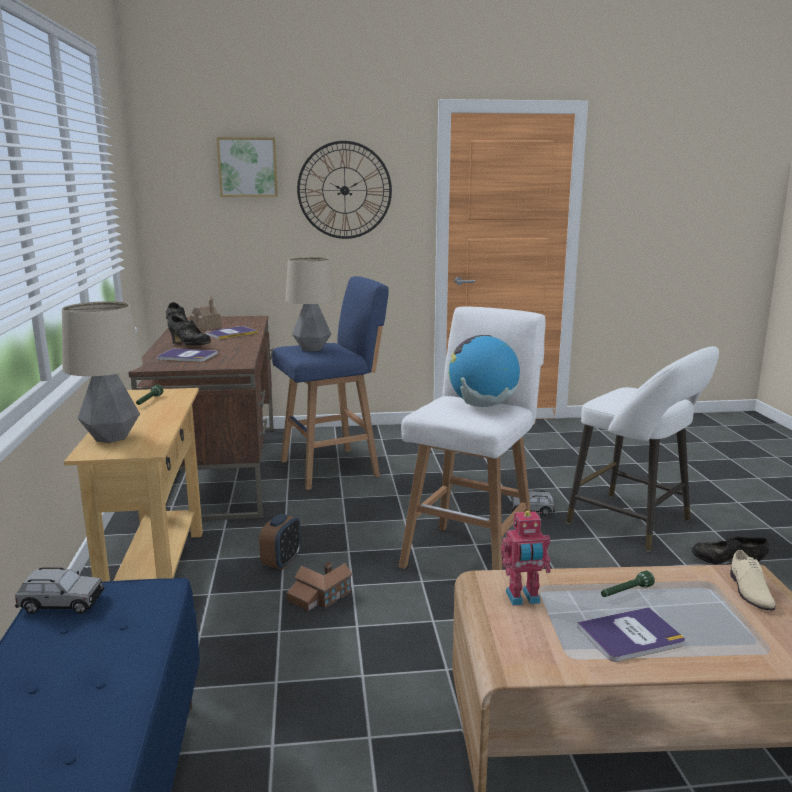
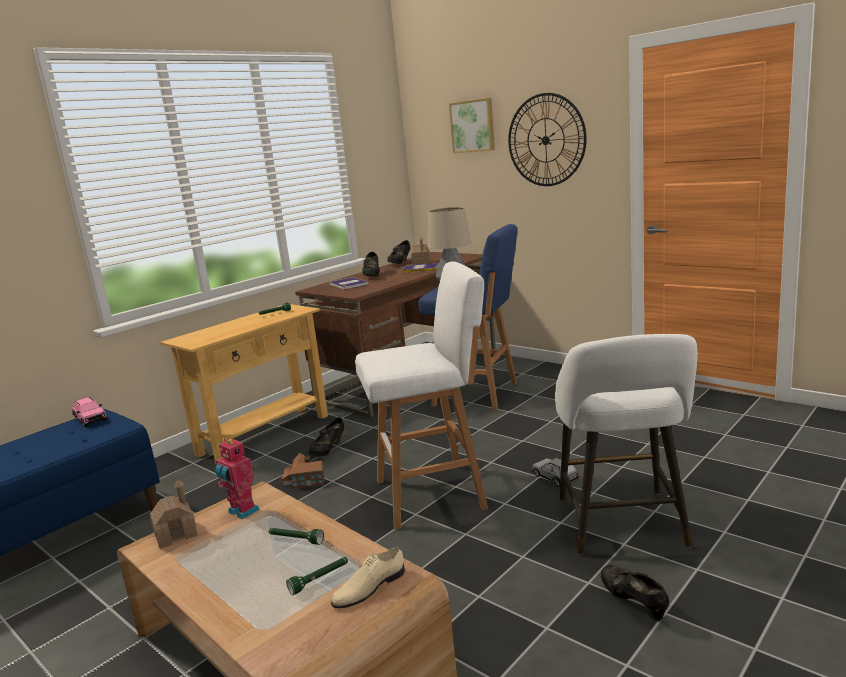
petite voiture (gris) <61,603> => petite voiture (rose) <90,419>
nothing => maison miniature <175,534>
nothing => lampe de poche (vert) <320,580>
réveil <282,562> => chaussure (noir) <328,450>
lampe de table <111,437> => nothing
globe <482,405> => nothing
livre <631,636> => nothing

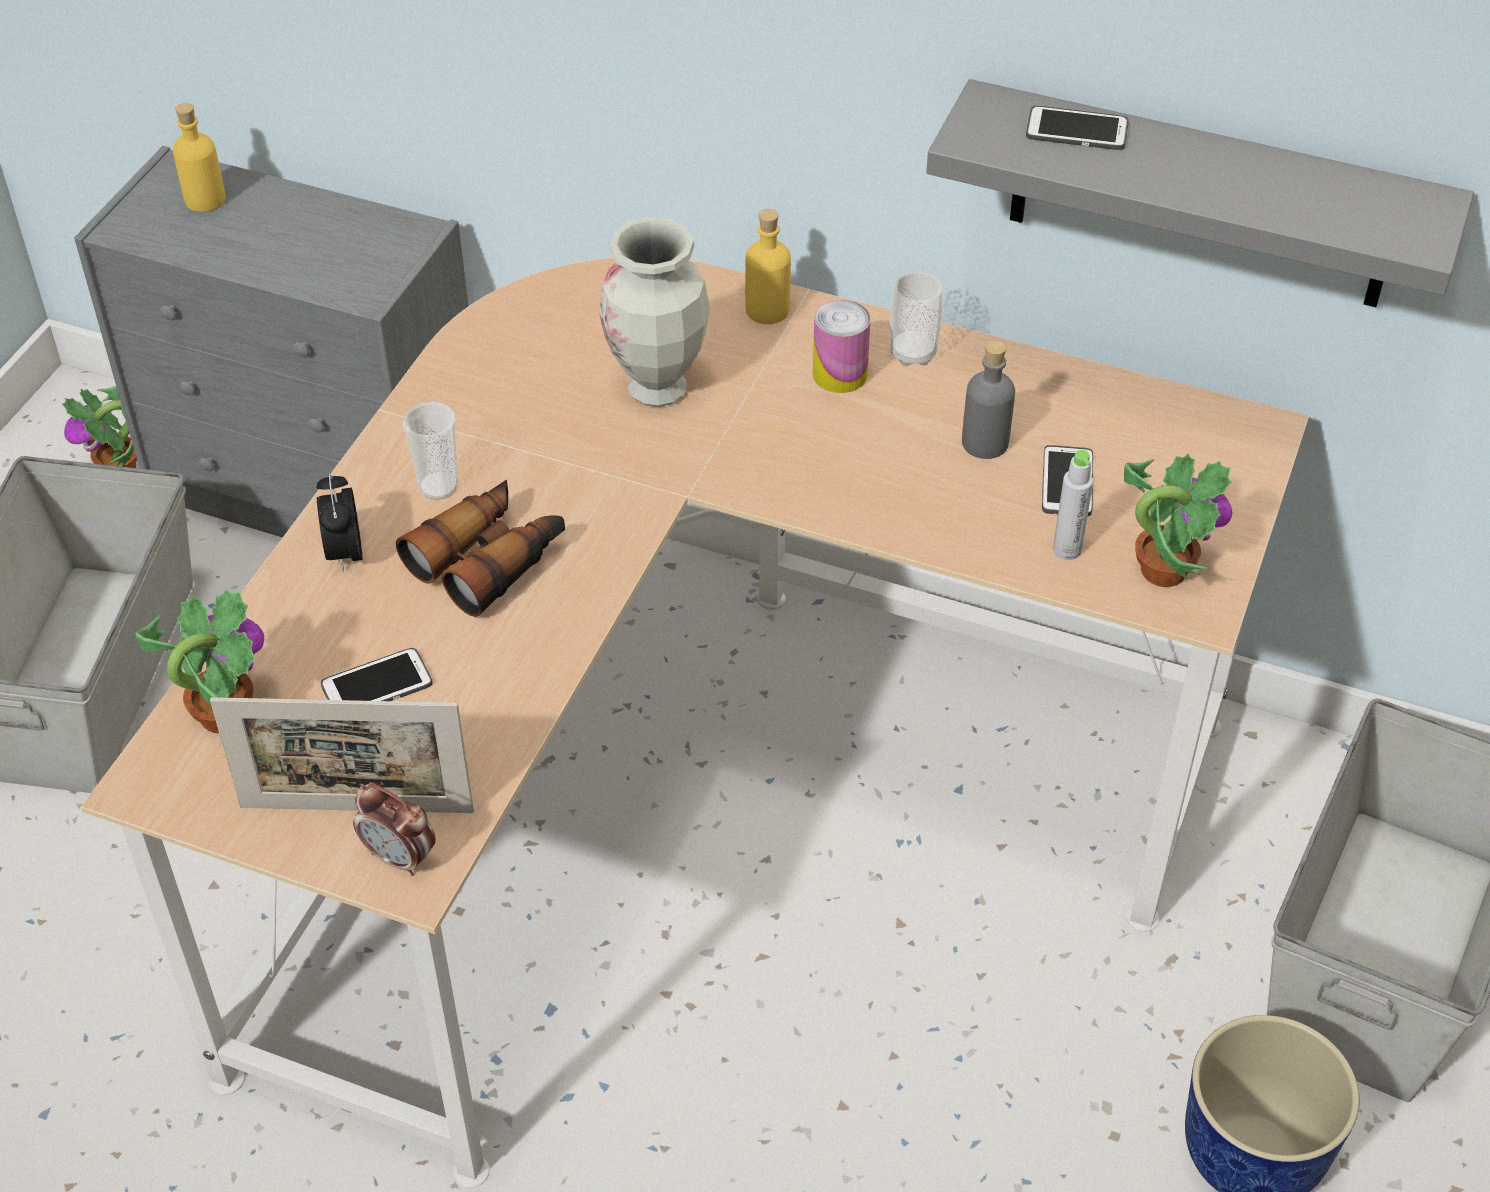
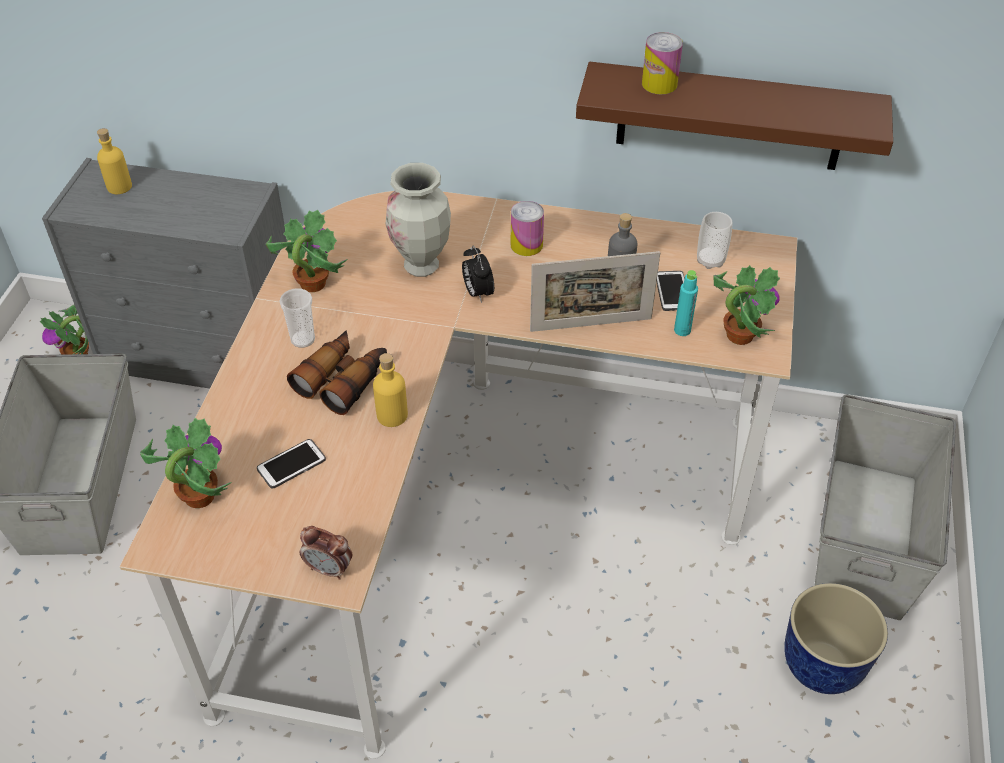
nothing => plante en pot <312,283>
bouteille (jaune) <767,310> => bouteille (jaune) <392,415>, relocated
réveil <344,553> => réveil <477,293>, relocated
cadre photo <357,809> => cadre photo <591,325>, relocated
étagère (gris) <1202,197> => étagère (marron) <730,117>
téléphone <1076,130> => boîte métallique <659,84>
bouteille (gris) <1067,549> => bouteille (turquoise) <682,330>
tasse <913,353> => tasse <710,260>, relocated

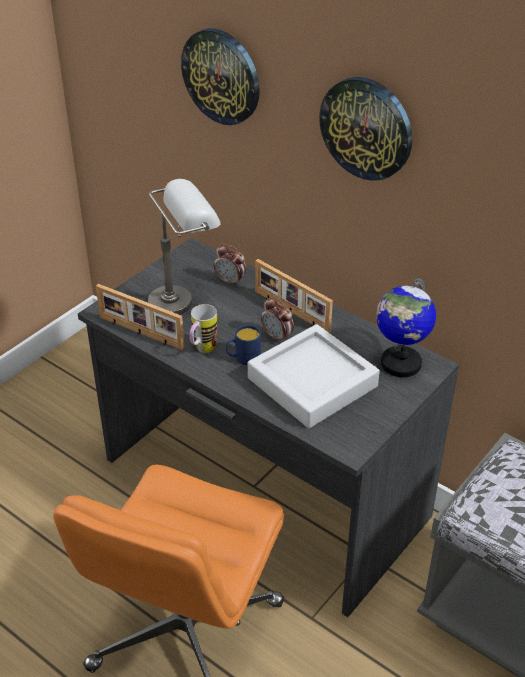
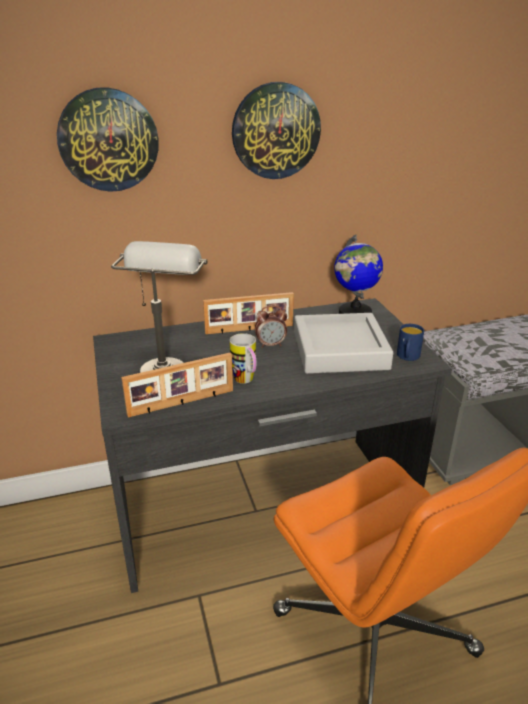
mug (bleu) <243,358> => mug (bleu) <407,357>, relocated
réveil <230,281> => nothing

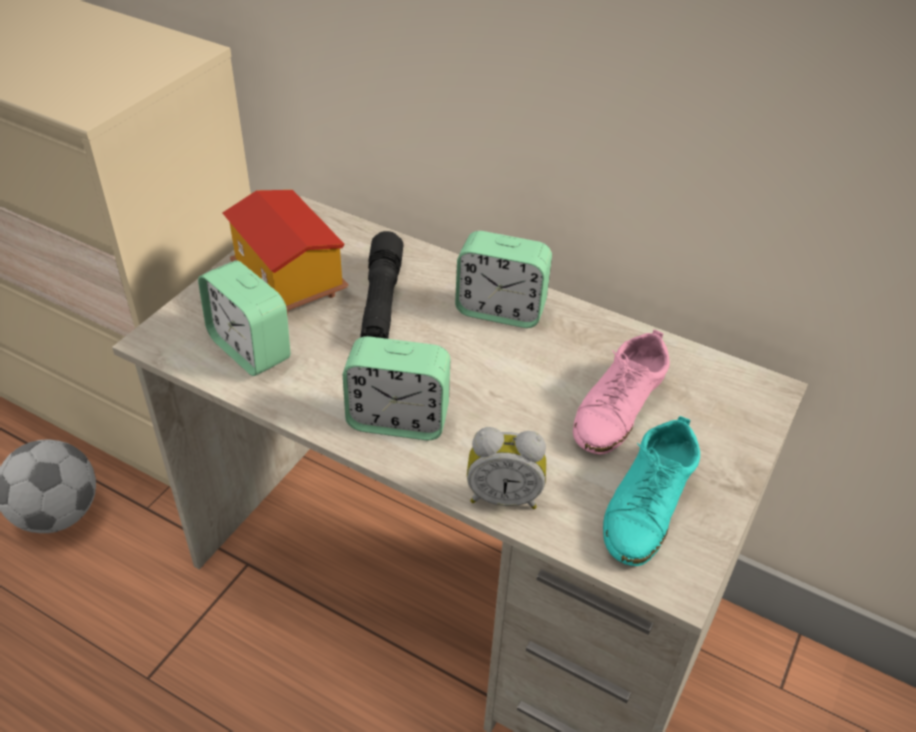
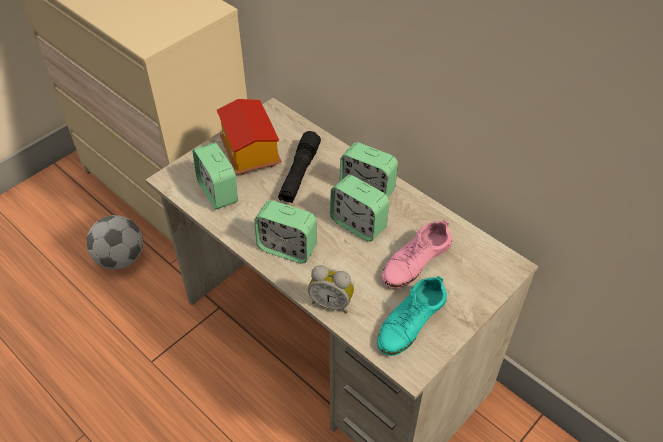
nothing => réveil <358,224>

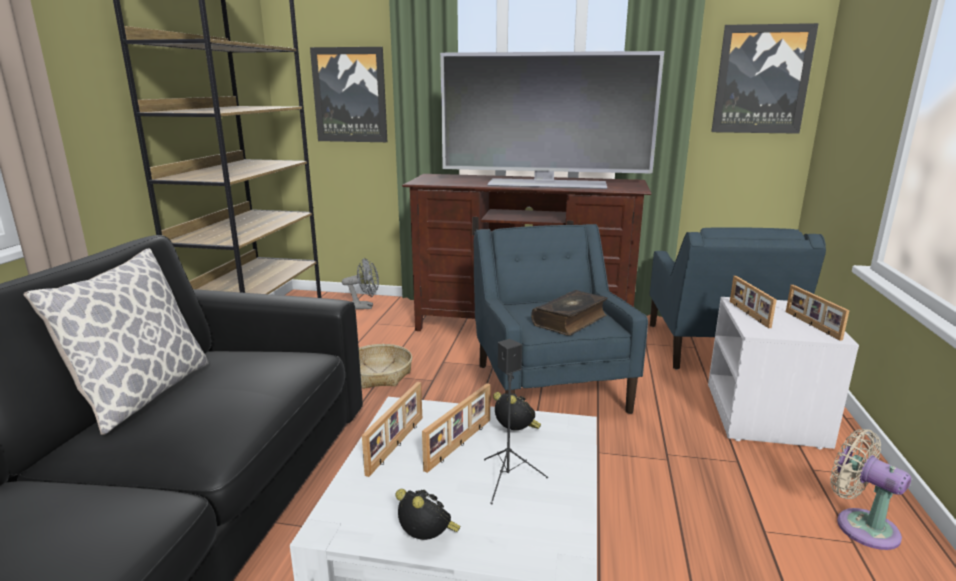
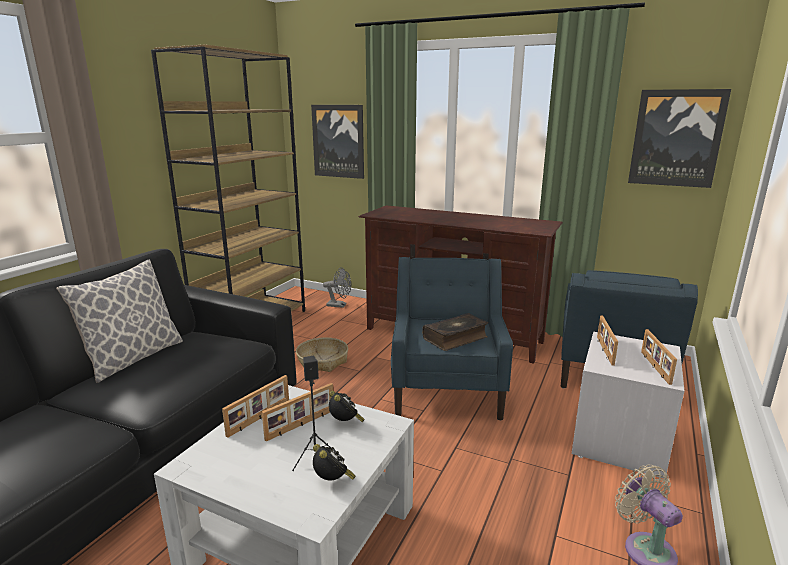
réveil <428,540> => réveil <333,481>, relocated
téléviseur <547,184> => nothing

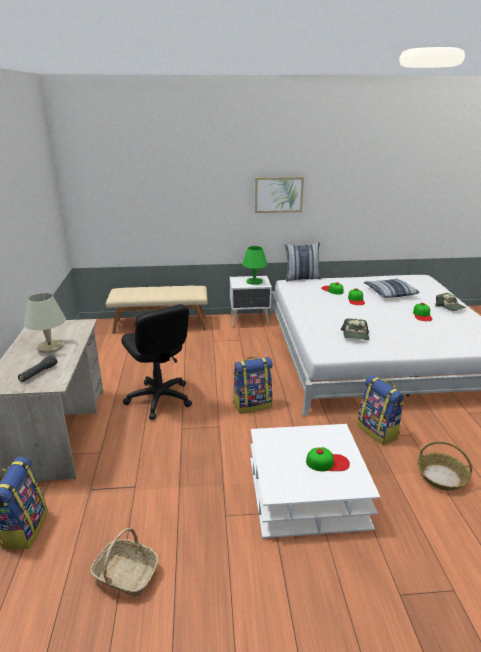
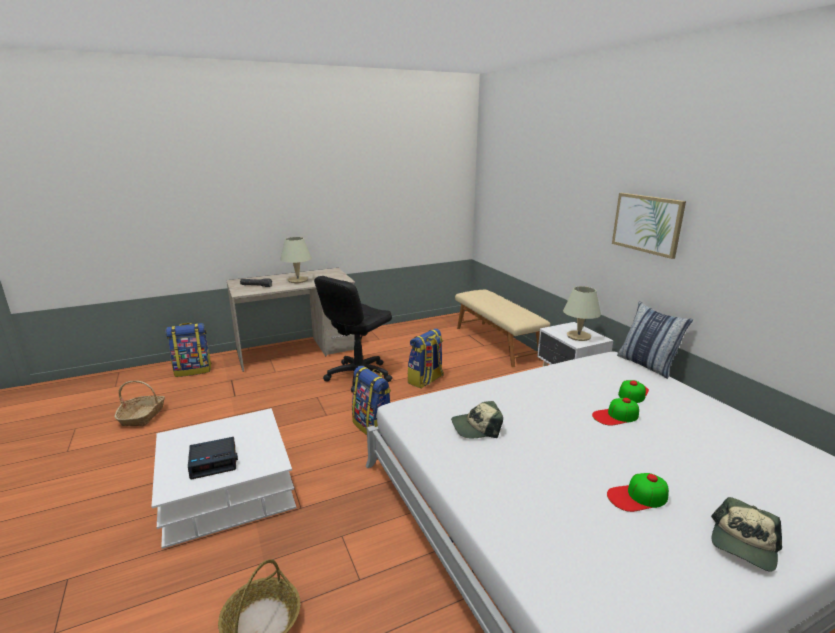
casquette <327,462> => réveil <214,462>
sac à dos <378,431> => sac à dos <426,380>, relocated
lampe de table (vert) <254,281> => lampe de table (beige) <578,336>
coussin <390,293> => nothing

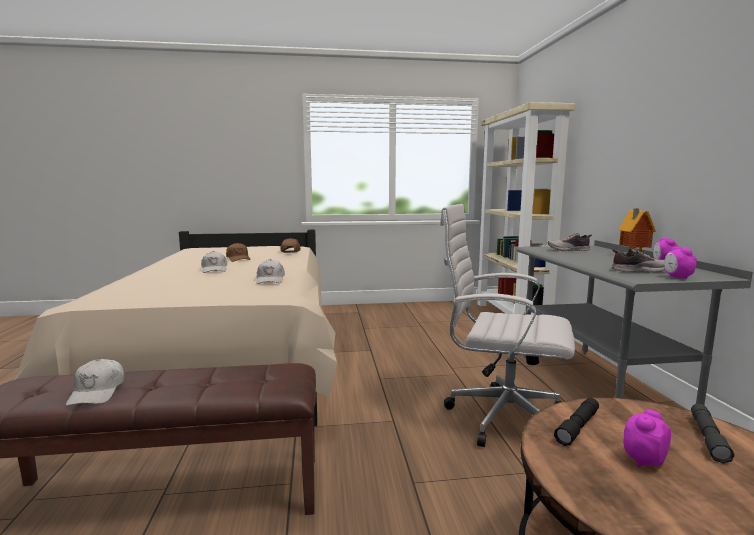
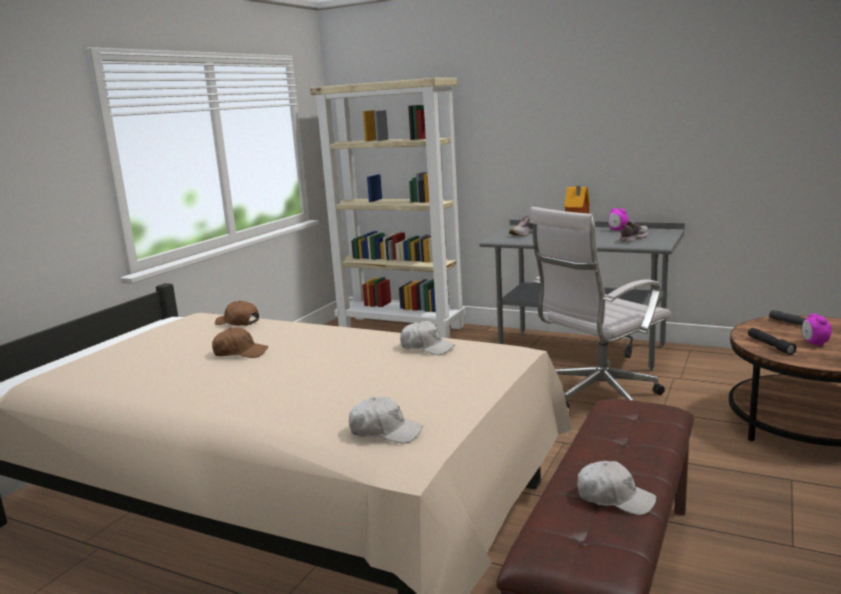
casquette (blanc) <214,269> => casquette (blanc) <385,431>, relocated
réveil <677,277> => nothing

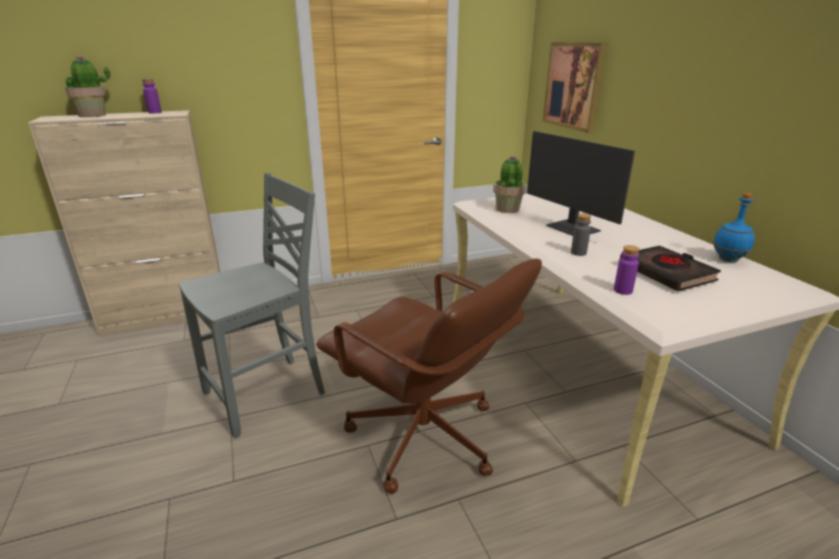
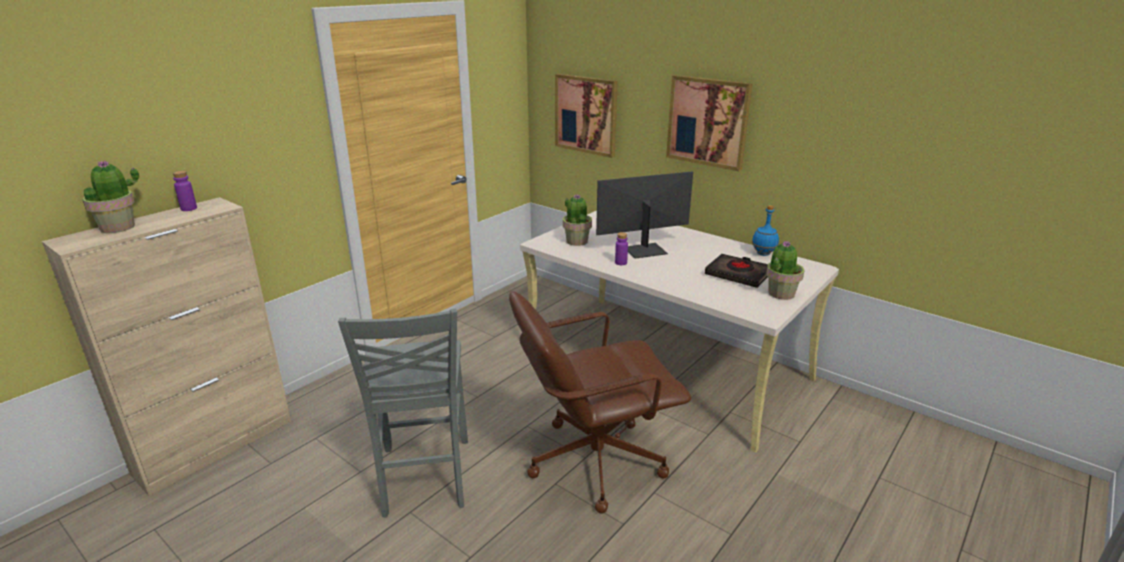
chaise (gris) <268,393> => chaise (gris) <424,478>, 150 degrees clockwise
chaise de bureau (marron) <424,438> => chaise de bureau (marron) <594,460>, 150 degrees clockwise
écran d'ordinateur <572,228> => écran d'ordinateur <644,250>, 135 degrees clockwise
bouteille (violet) <623,290> => bouteille (violet) <621,263>, relocated
nothing => tableau <708,122>
nothing => plante en pot <780,294>
bouteille (gris) <578,253> => nothing

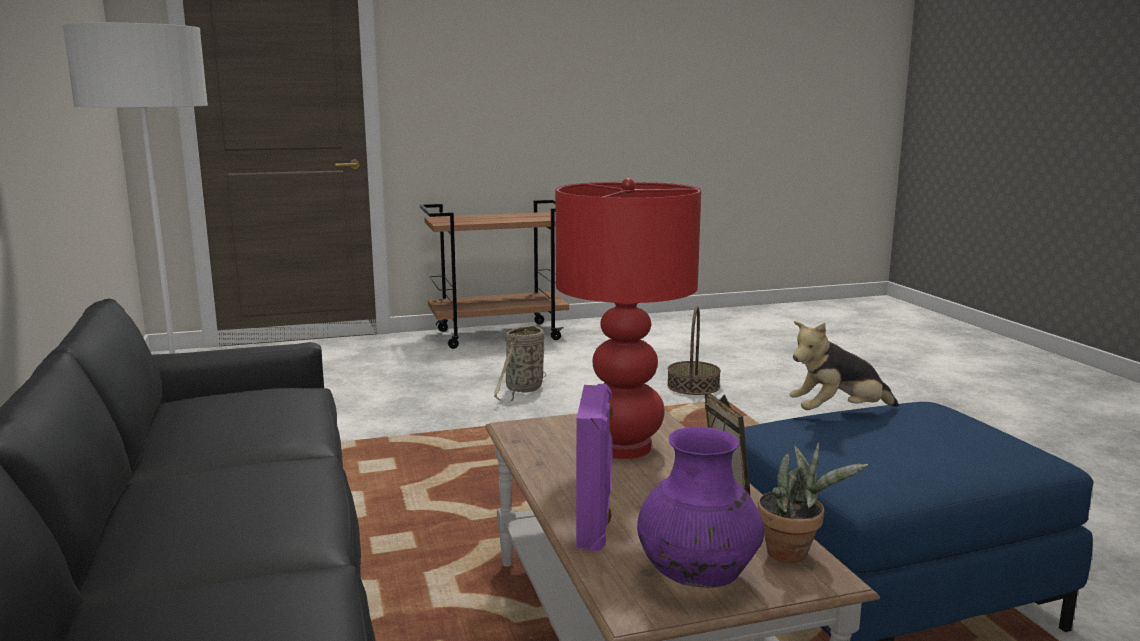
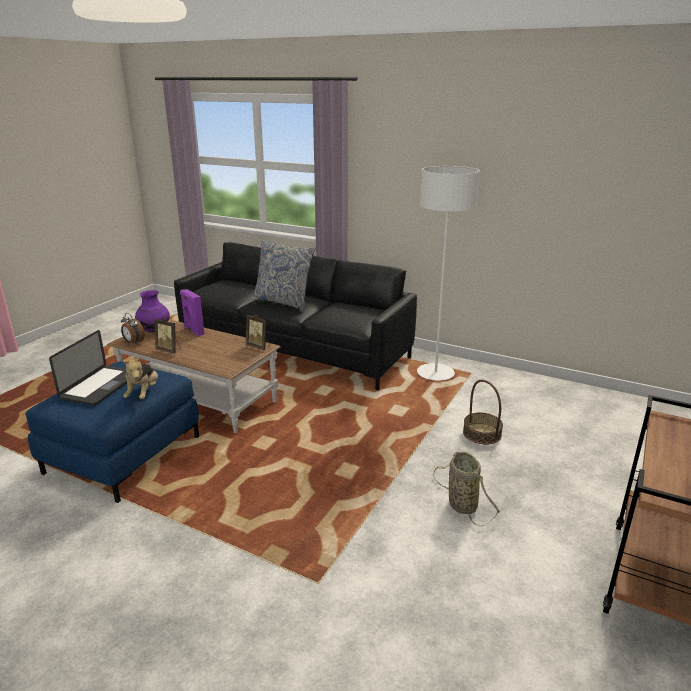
nothing => ordinateur portable <100,386>
plante en pot <794,553> => réveil <133,342>
peluche <838,413> => peluche <143,393>, 150 degrees clockwise
nothing => cadre photo <259,346>
nothing => coussin <283,302>
panier <693,386> => panier <482,433>, relocated
lampe de table (rouge) <624,448> => nothing

